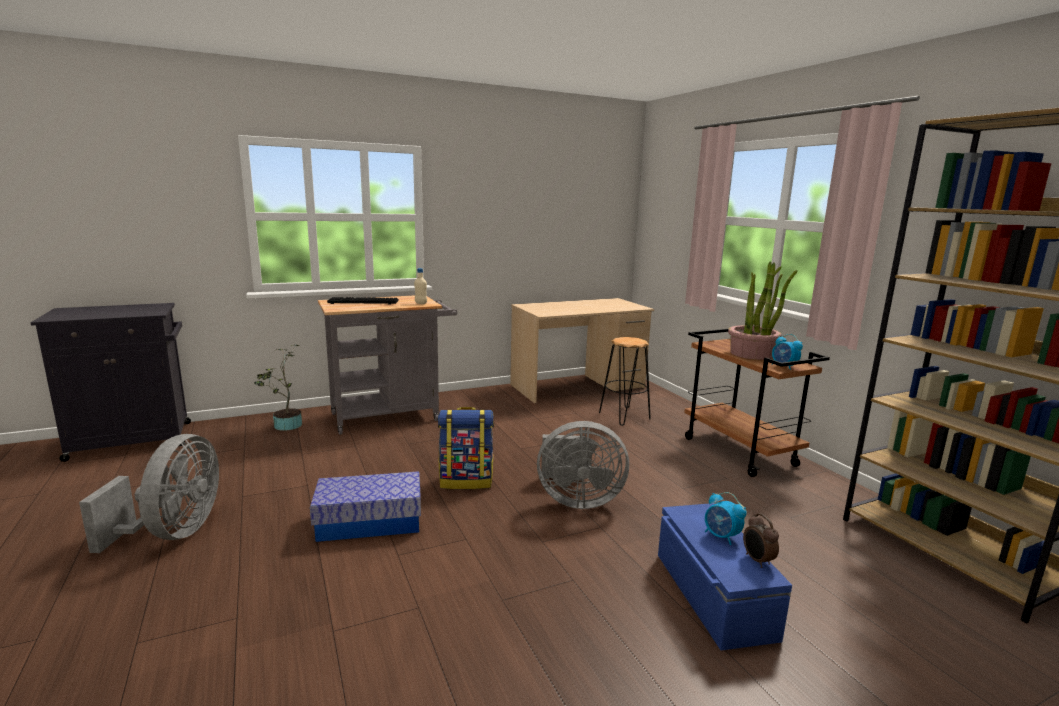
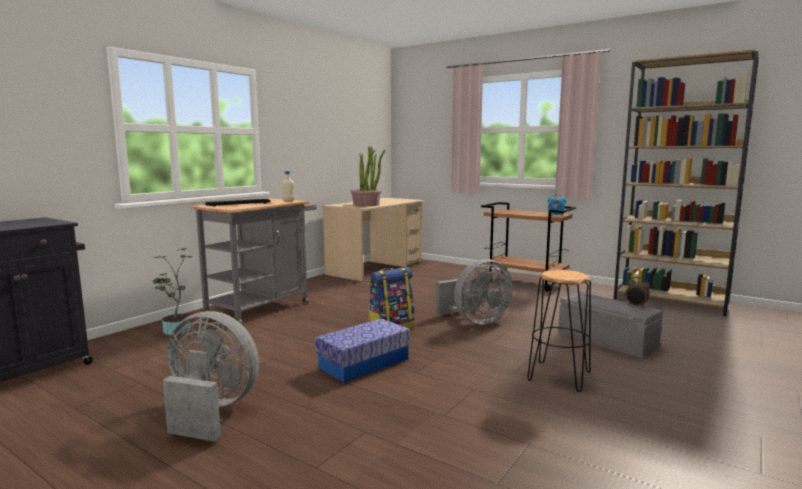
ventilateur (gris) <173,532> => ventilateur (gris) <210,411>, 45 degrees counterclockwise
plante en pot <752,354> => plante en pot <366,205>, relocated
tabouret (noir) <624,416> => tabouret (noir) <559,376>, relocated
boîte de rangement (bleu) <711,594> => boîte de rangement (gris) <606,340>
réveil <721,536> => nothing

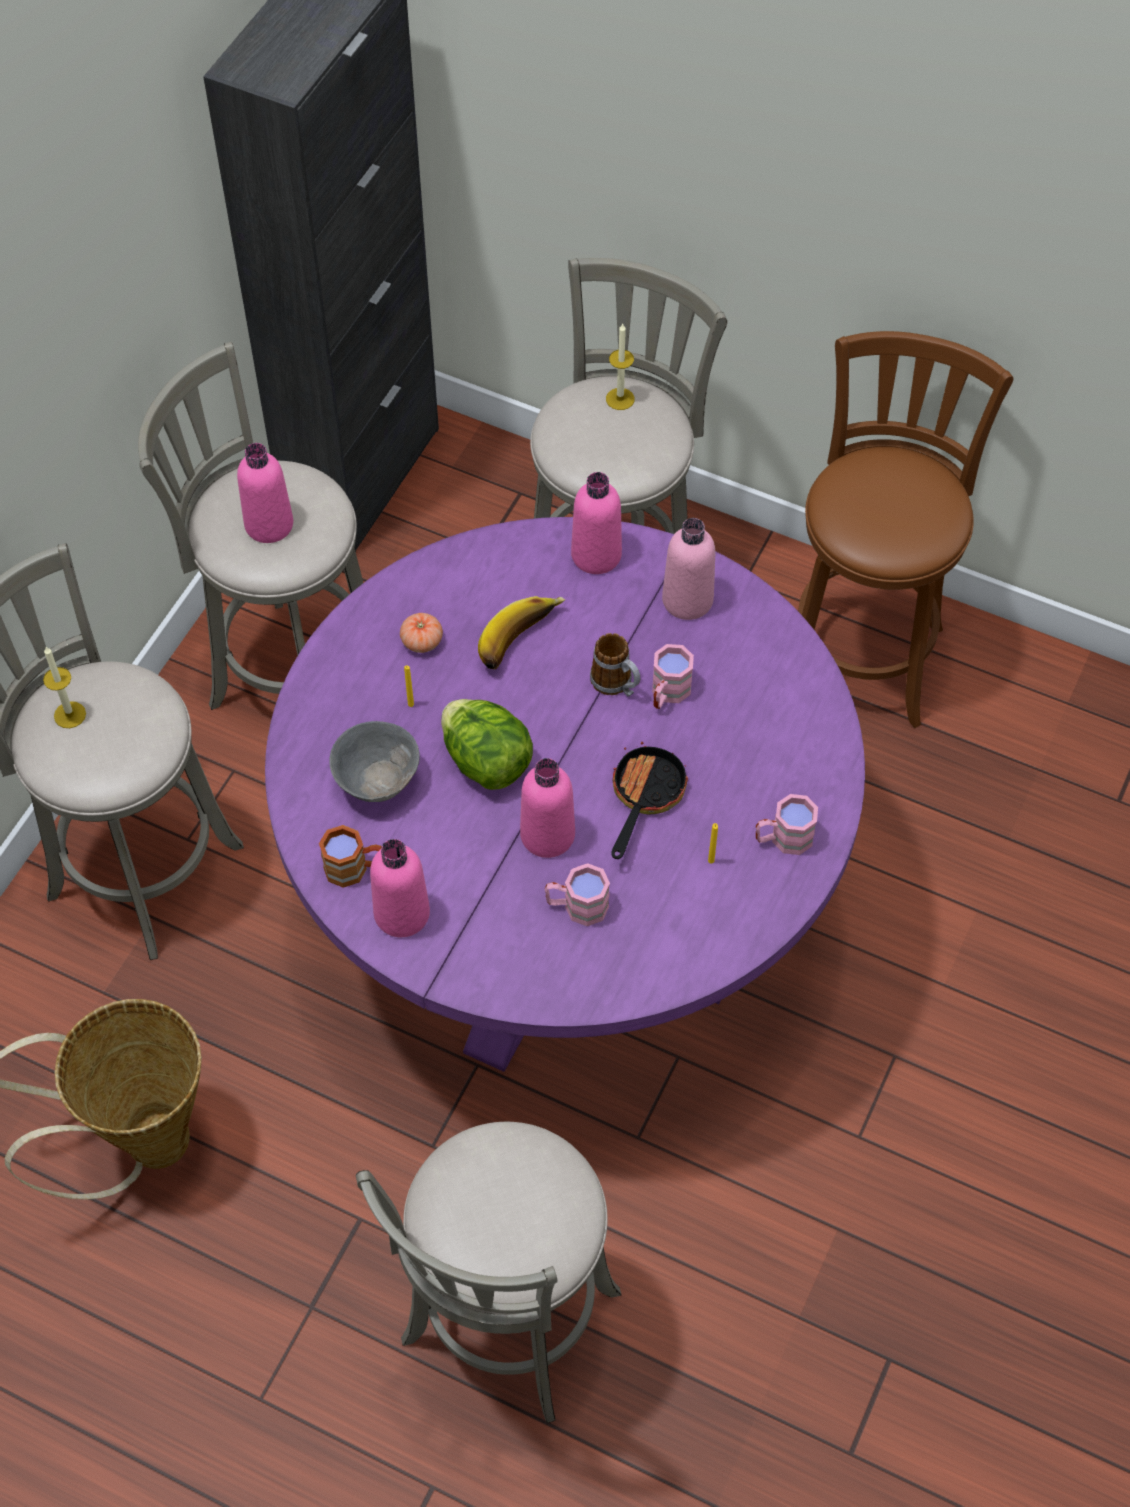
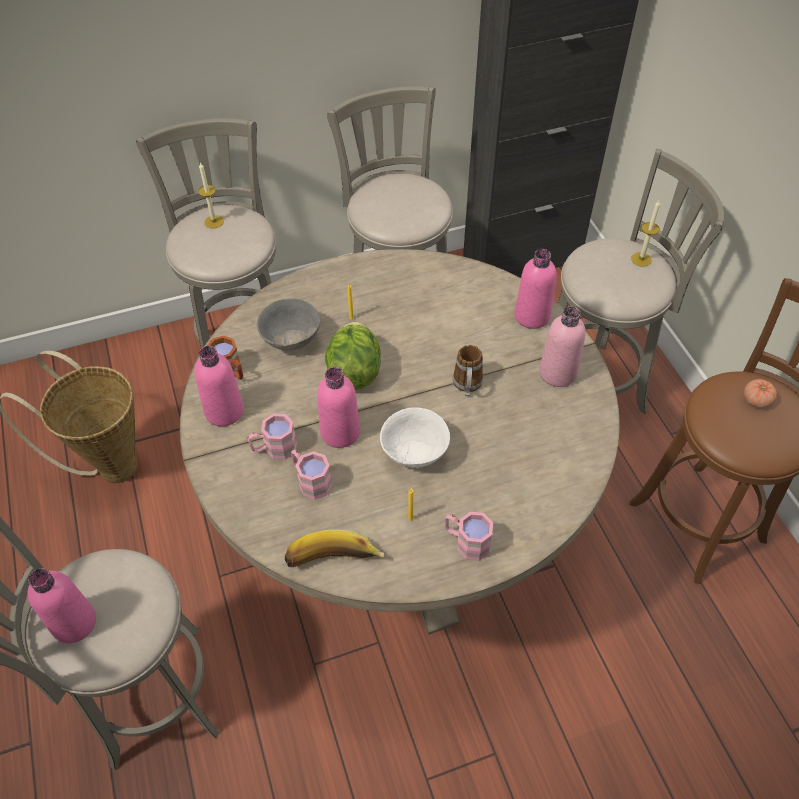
bouteille (rose) <269,524> => bouteille (rose) <74,622>, relocated
table à manger (violet) <564,915> => table à manger (beige) <400,521>
mug (rose) <667,693> => mug (rose) <274,448>, relocated
banane <522,643> => banane <333,563>, relocated
poêle <644,796> => bol (blanc) <414,454>
tomate <422,641> => tomate <756,400>, relocated

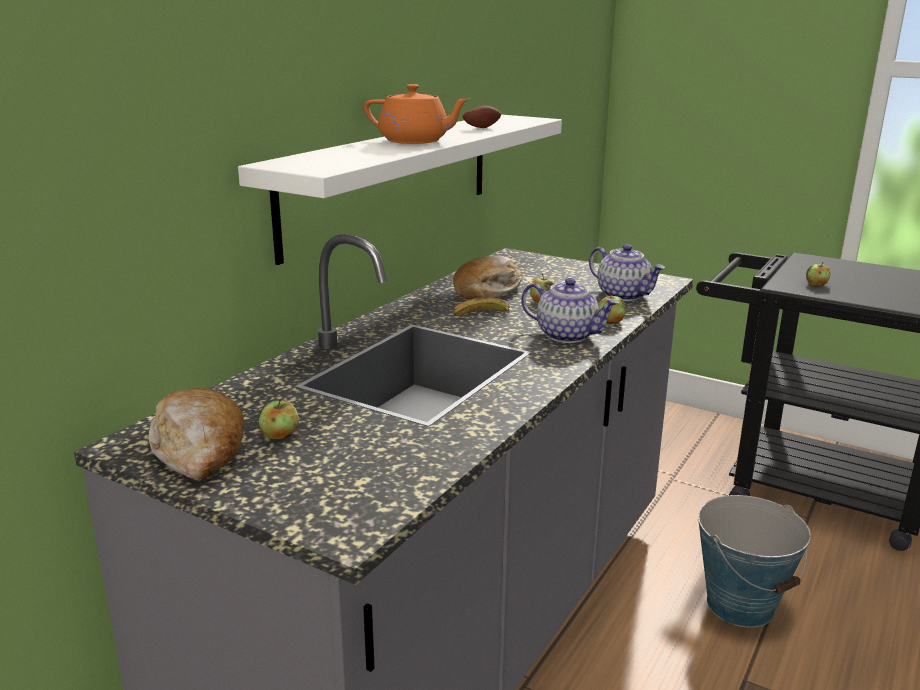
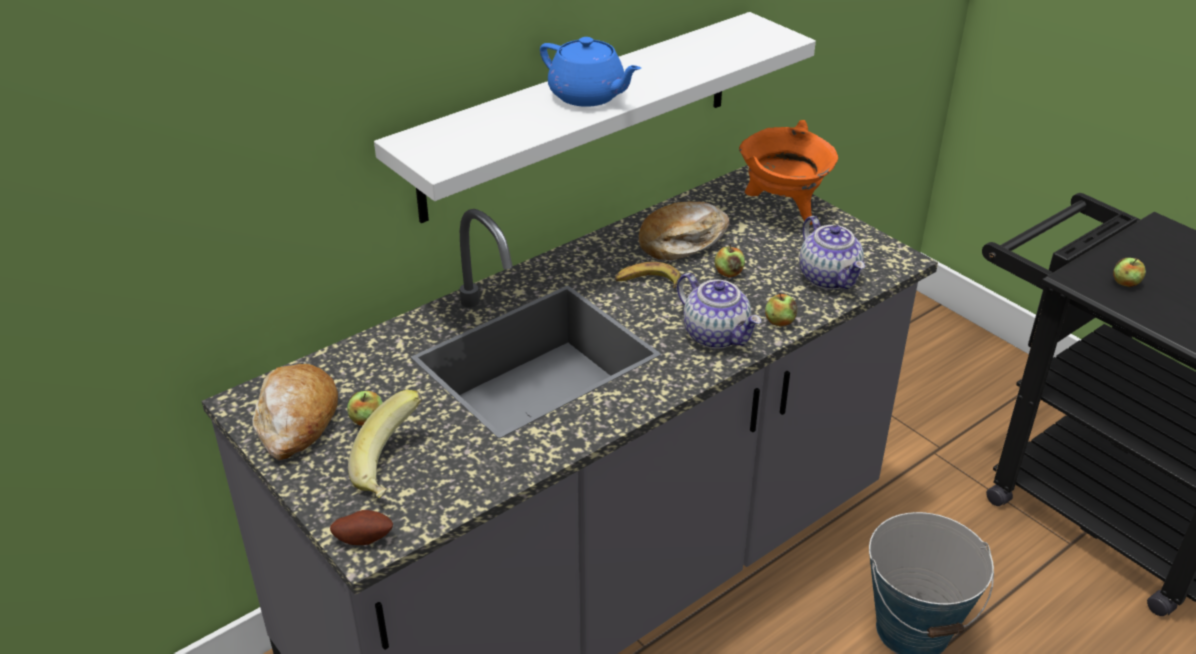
pomme de terre <481,128> => pomme de terre <364,538>, relocated
nothing => banane <393,467>
théière (orange) <415,141> => théière (bleu) <588,96>
nothing => marmite (orange) <783,208>

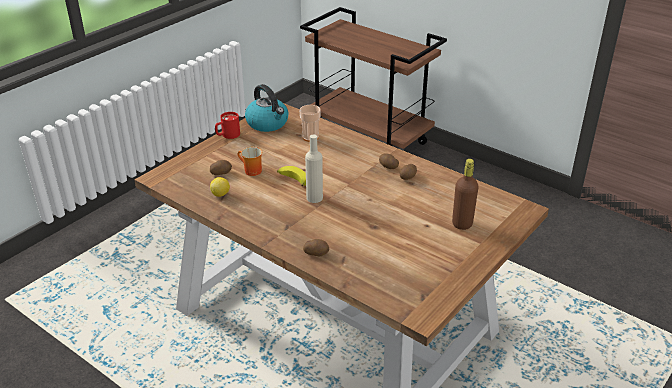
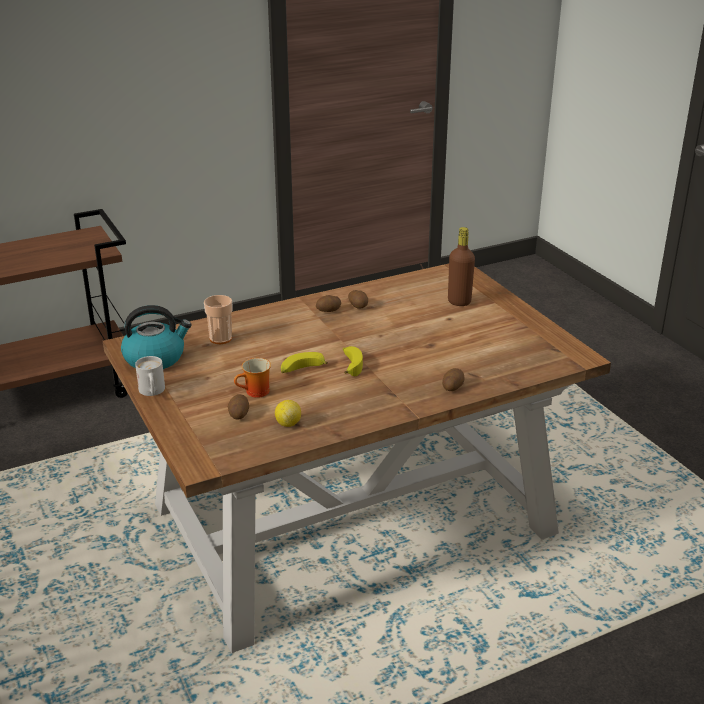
mug (rouge) <227,135> => mug (blanc) <152,392>
bouteille (beige) <314,198> => banane <350,365>

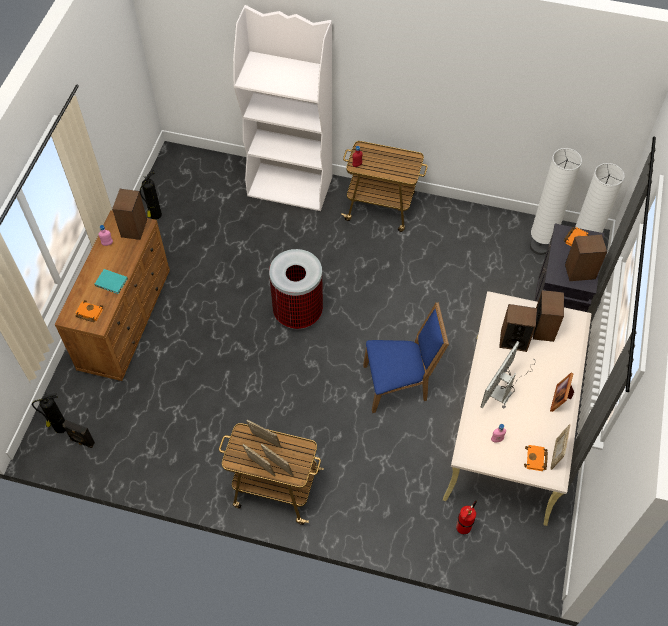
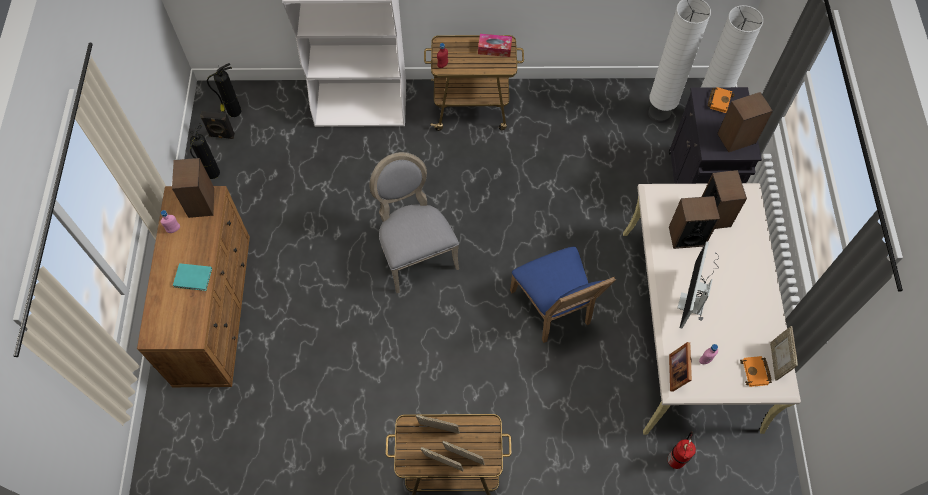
enceinte (noir) <82,442> => enceinte (noir) <221,136>, relocated
extincteur <60,427> => extincteur <233,112>, relocated
poubelle <298,312> => chaise (gris) <415,252>
nothing => boîte à mouchoirs <494,48>
chaise (bleu) <399,384> => chaise (bleu) <554,310>, 90 degrees clockwise
cadre photo <561,399> => cadre photo <679,372>, relocated
livre (orange) <88,313> => nothing

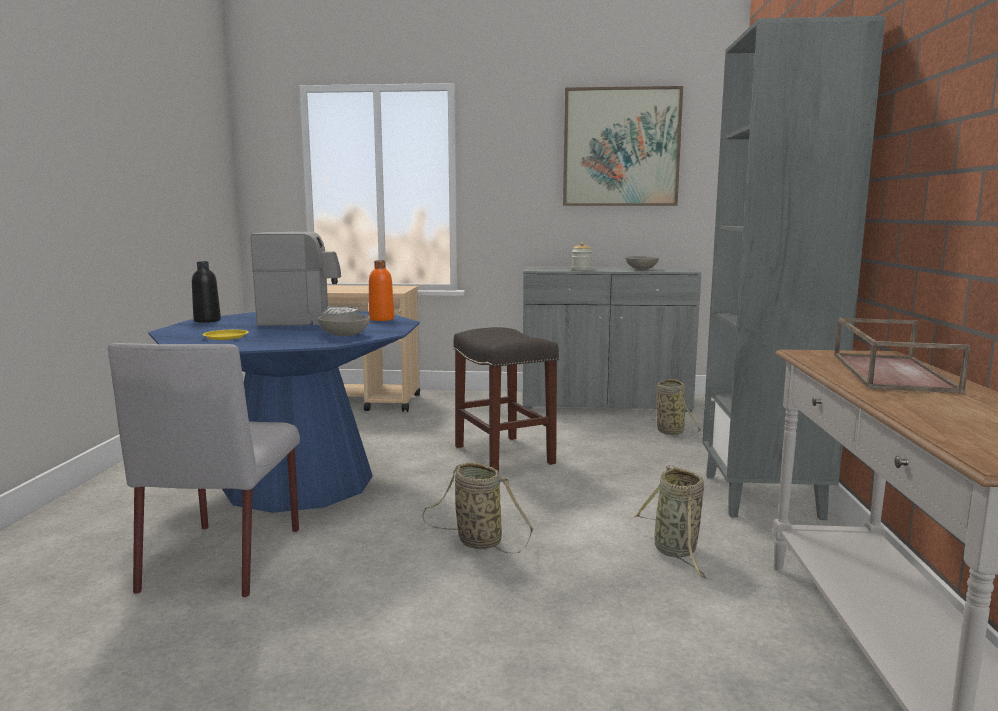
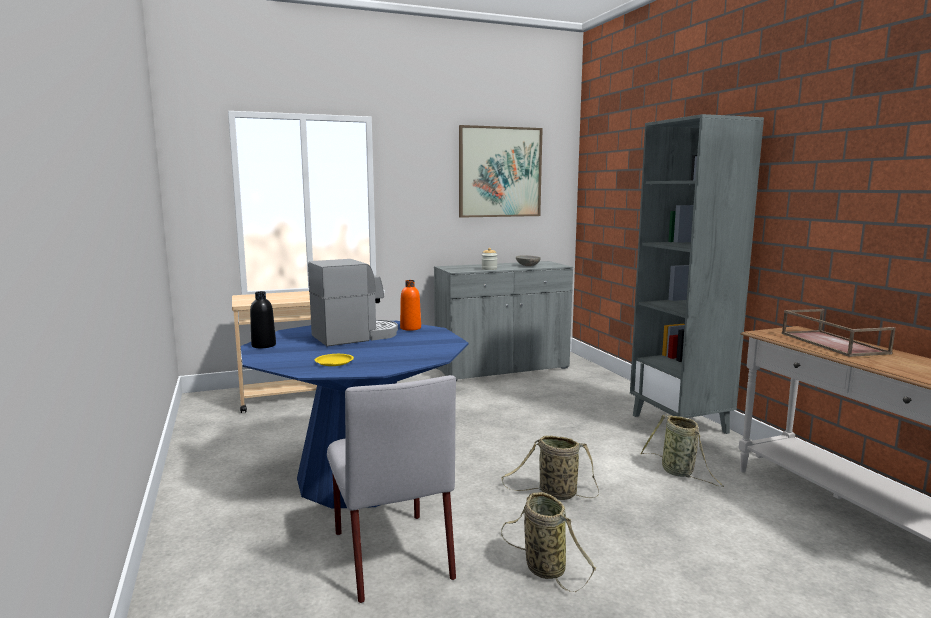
panier <669,431> => panier <542,566>, relocated
bol (gris) <344,335> => nothing
tabouret (gris) <502,454> => nothing

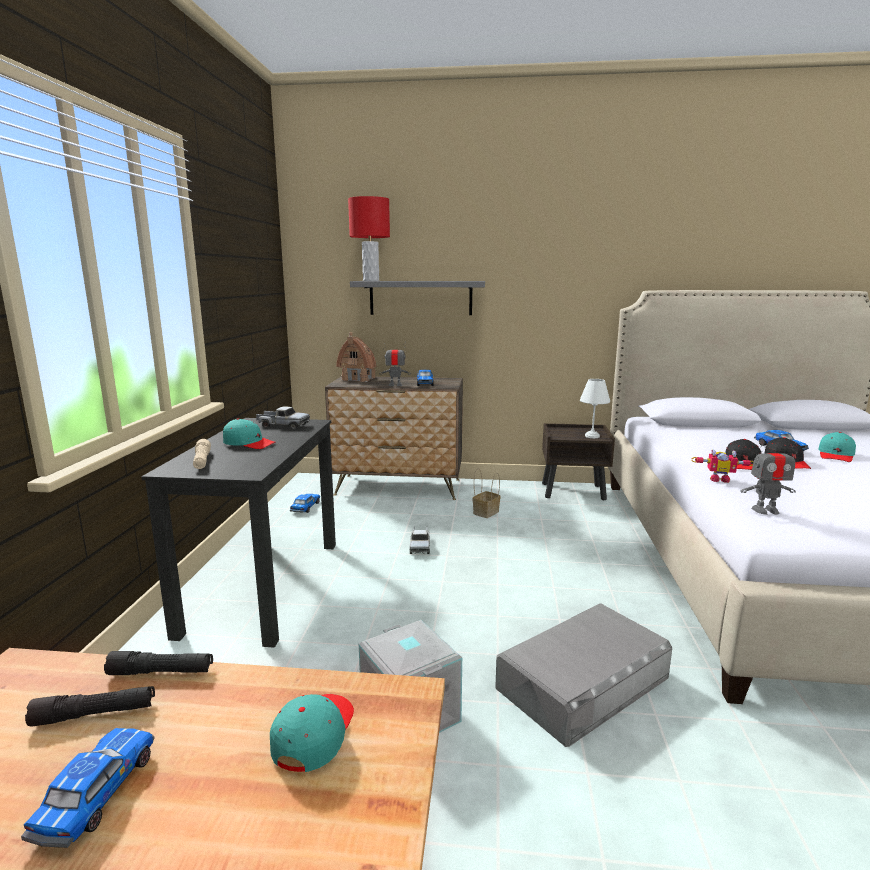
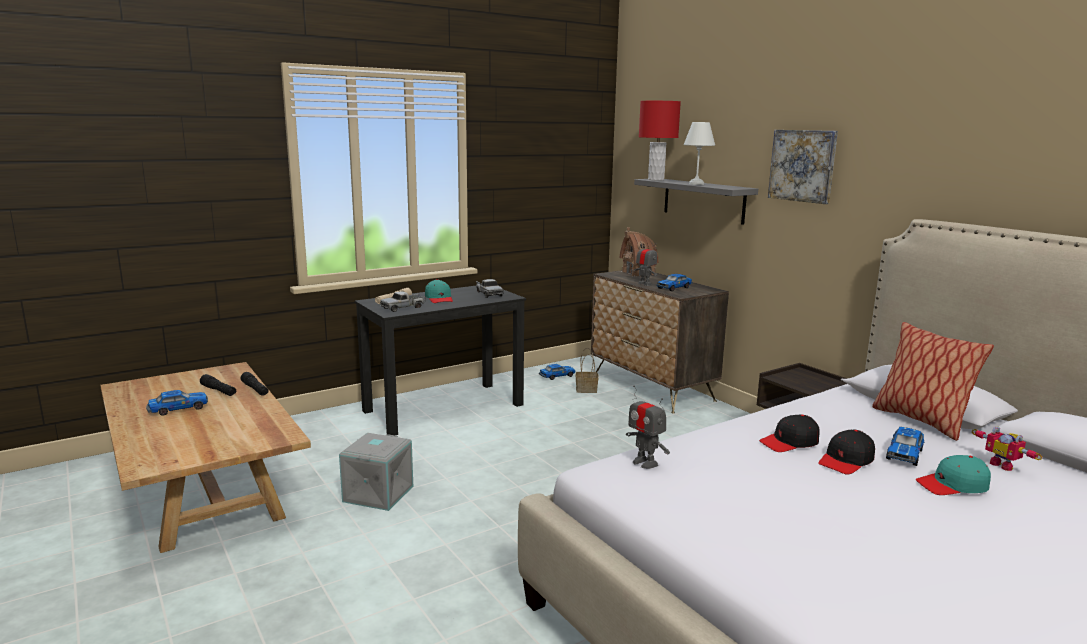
camion jouet <420,546> => camion jouet <403,308>, relocated
panier <486,512> => panier <587,389>, relocated
lampe de table (blanc) <592,436> => lampe de table (blanc) <696,184>, relocated
nothing => tableau <803,165>
nothing => coussin <920,421>
robot jouet <719,479> => robot jouet <1003,465>, relocated
casquette (turquoise) <313,735> => nothing
boîte de rangement (gris) <582,682> => nothing

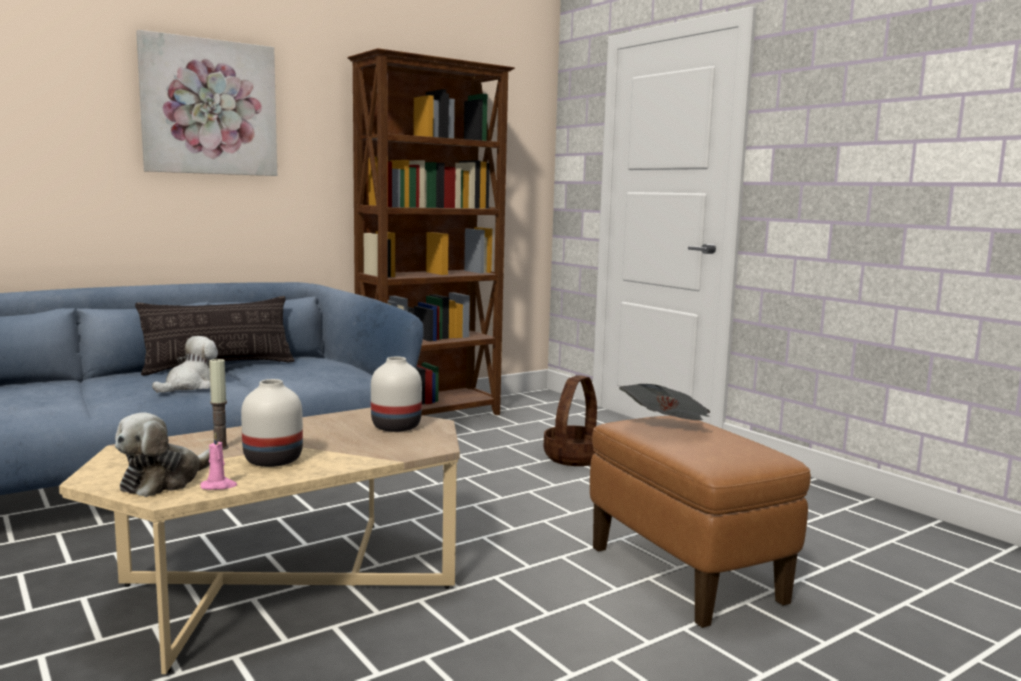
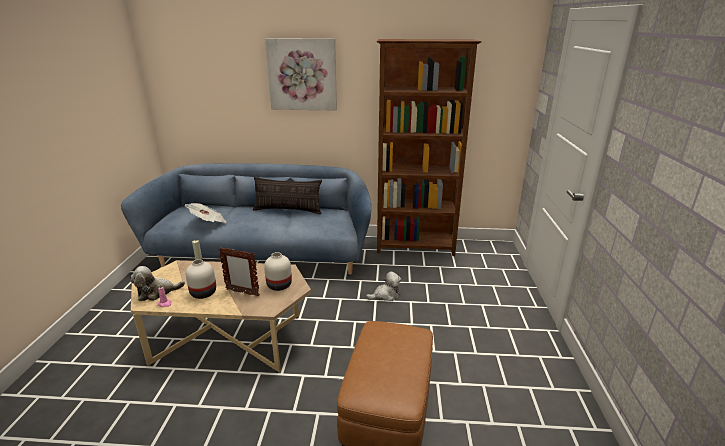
journal <666,427> => journal <208,222>, relocated
nothing => cadre photo <242,292>
peluche <190,386> => peluche <385,295>, relocated
panier <574,457> => nothing

